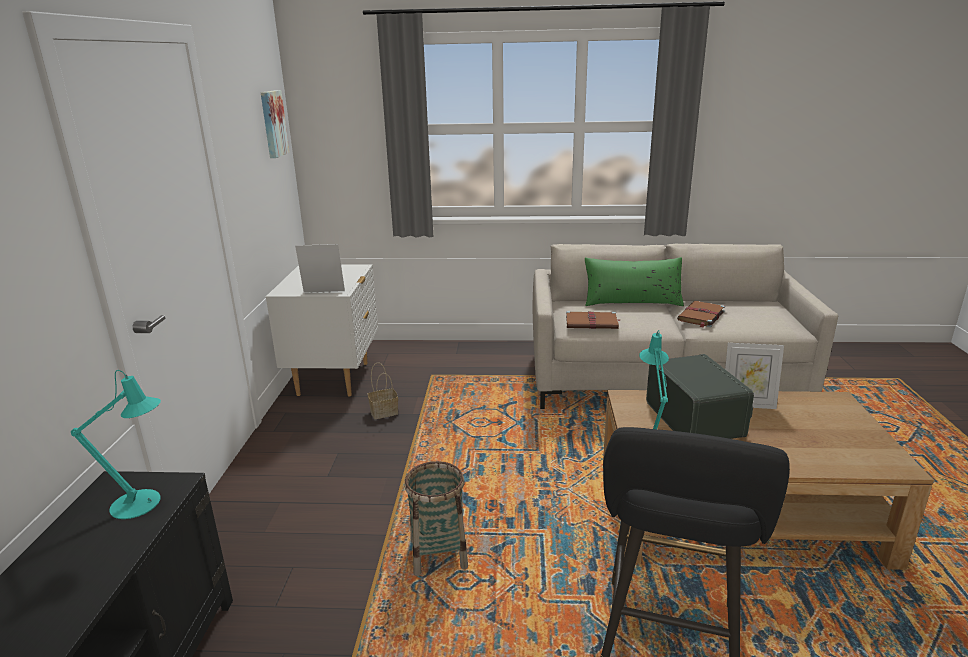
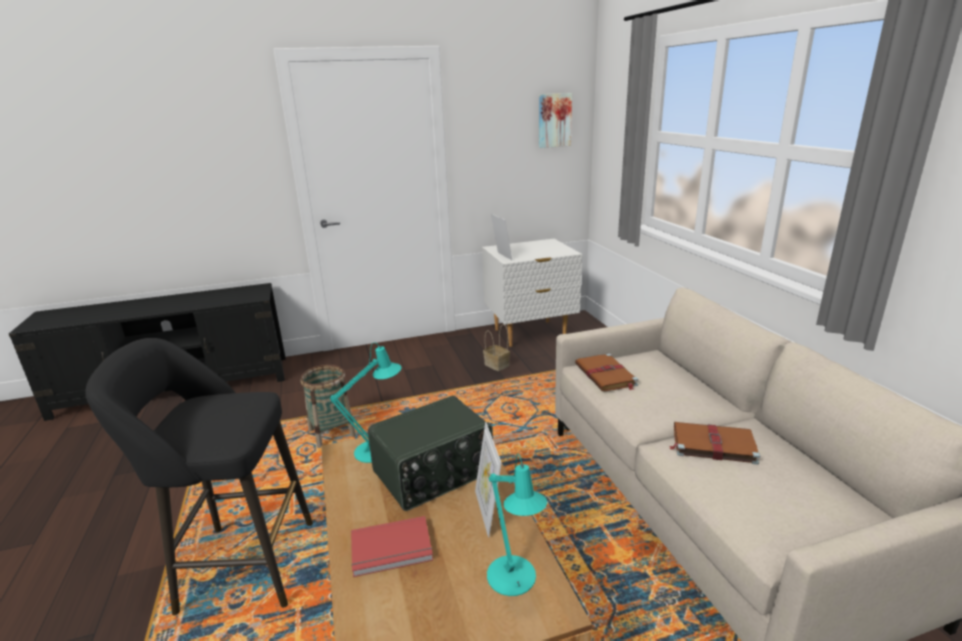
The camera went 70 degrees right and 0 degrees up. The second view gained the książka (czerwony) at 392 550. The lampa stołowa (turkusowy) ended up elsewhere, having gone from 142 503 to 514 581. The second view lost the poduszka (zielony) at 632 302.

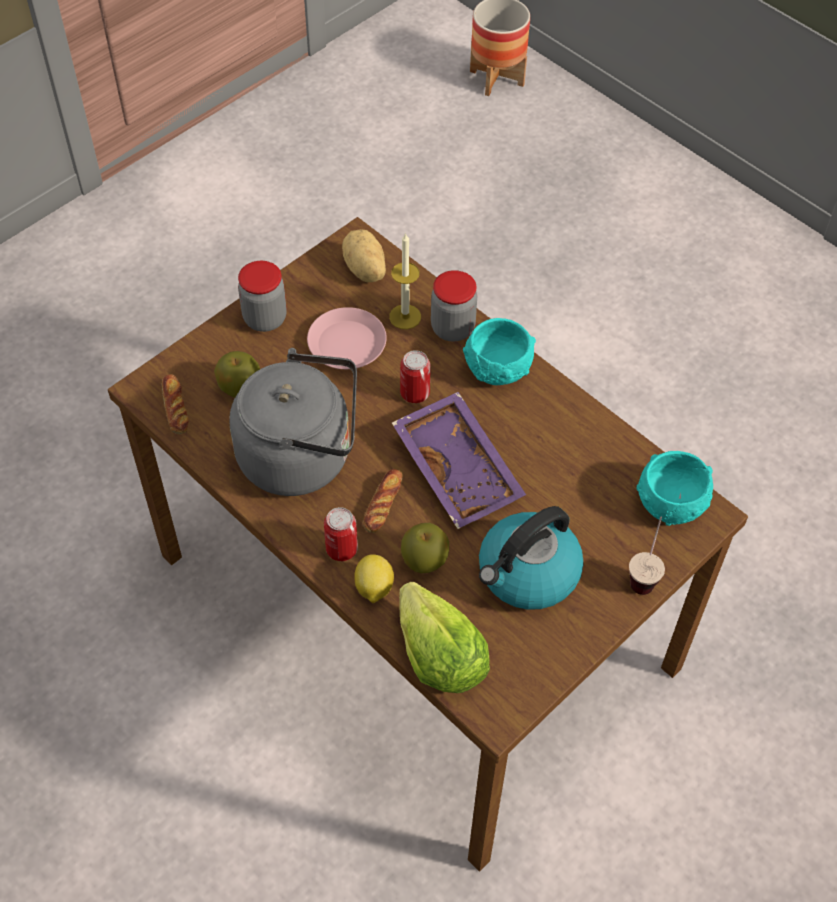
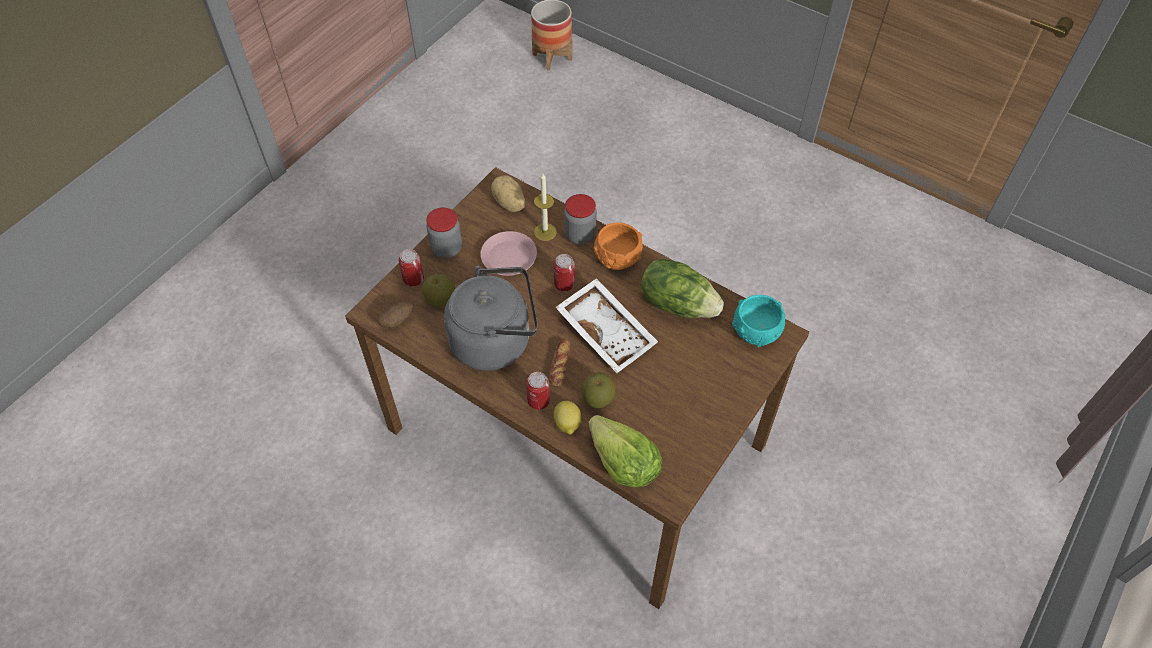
The camera went 10 degrees left and 0 degrees up. Where the chleb stood at 175 407, the ziemniak came to stand at 397 321. The second view gained the puszka at 413 279. What was the taca (fioletowy) at 459 468 turned into the taca (biały) at 607 331. What was the miska (turkusowy) at 498 368 turned into the miska (pomarańczowy) at 617 258. The second view gained the sałata at 677 303. The second view lost the czajnik at 527 574. The second view lost the filiżanka at 645 572.

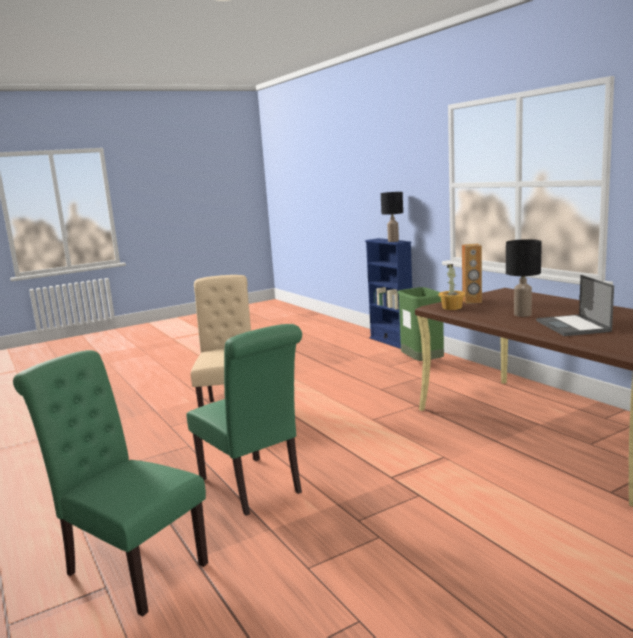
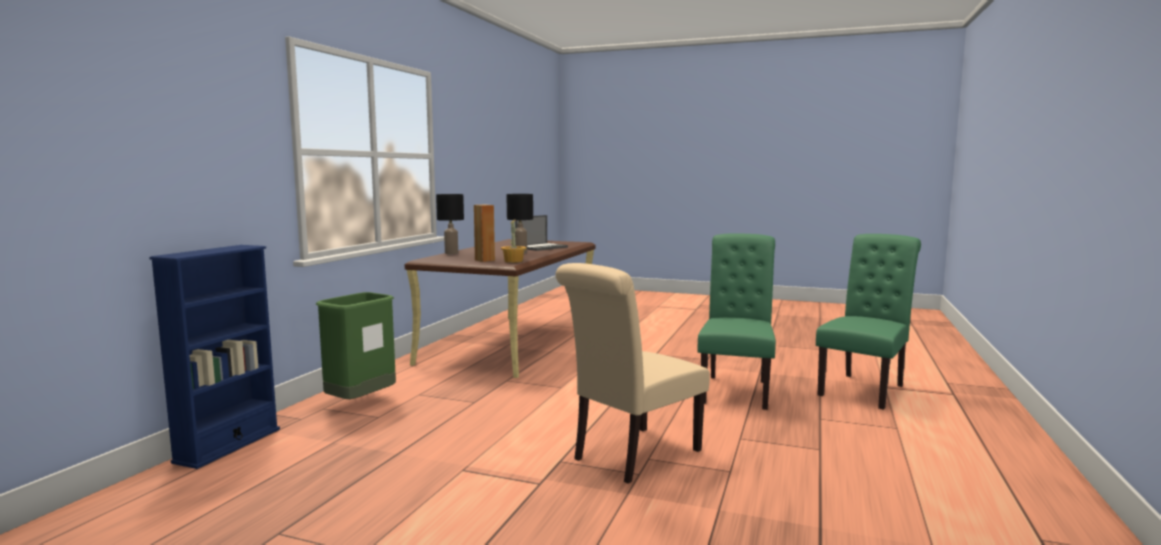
The camera went 130 degrees left and 5 degrees down. The lampa stołowa (czarny) ended up elsewhere, having gone from 393 241 to 451 253. The krzesło (zielony) at 129 567 ended up facing another way, 135 degrees counterclockwise from before.

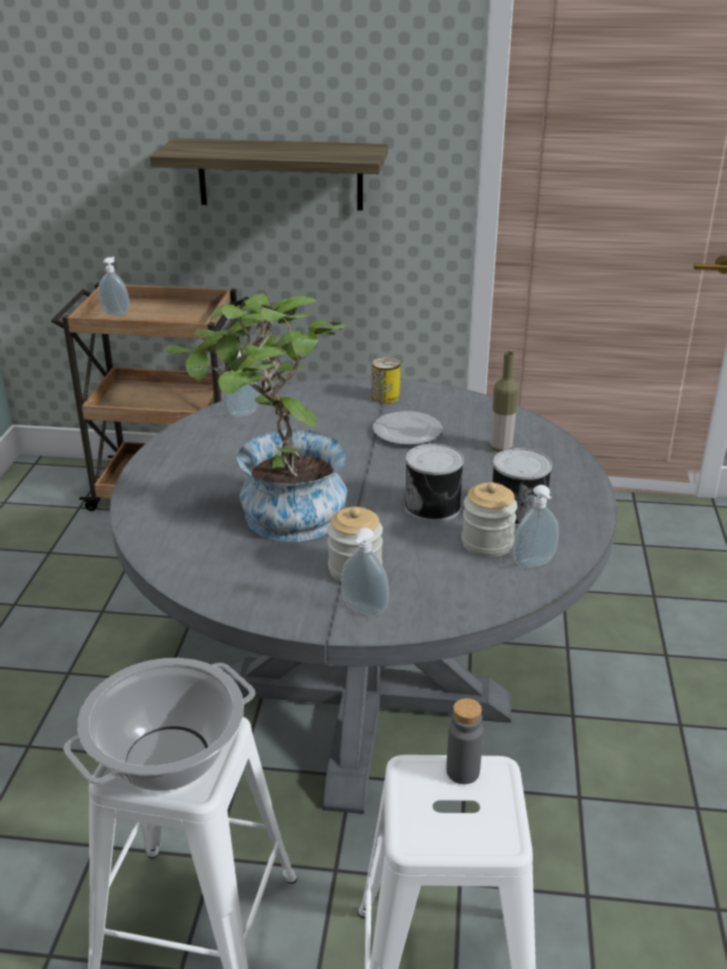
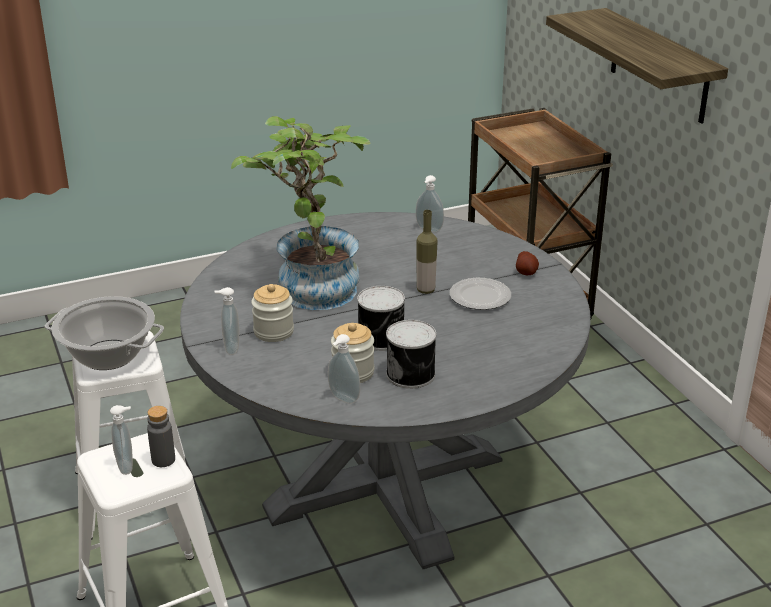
The camera went 60 degrees right and 0 degrees up. The dozownik mydła ended up elsewhere, having gone from 116 313 to 127 466. The butelka ended up elsewhere, having gone from 501 448 to 425 290. Where the puszka stood at 385 397, the ziemniak came to stand at 526 272.

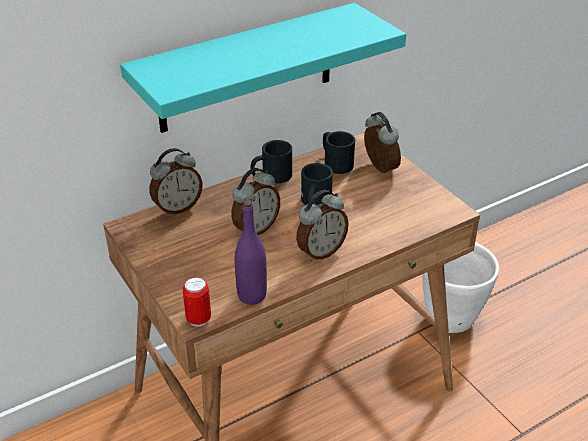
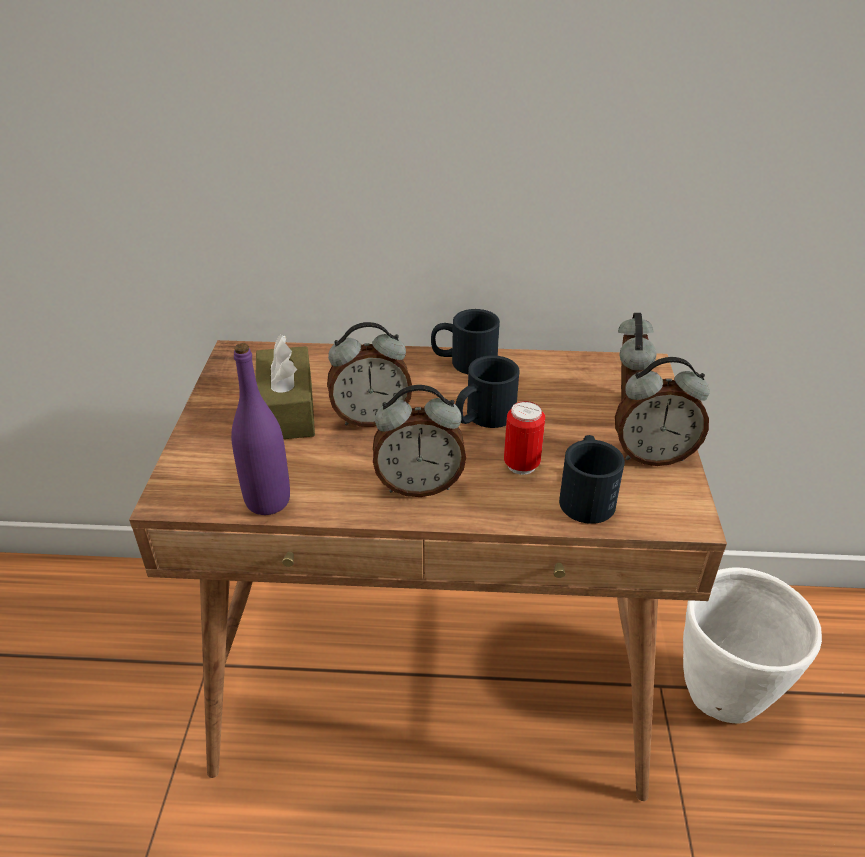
The camera went 35 degrees right and 0 degrees up. The second view gained the pudełko chusteczek (brązowy) at 287 409. The puszka ended up elsewhere, having gone from 198 319 to 521 465. The kubek (czarny) ended up elsewhere, having gone from 335 162 to 586 495. The budzik ended up elsewhere, having gone from 177 207 to 652 455. The second view lost the półka (turkusowy) at 246 69.

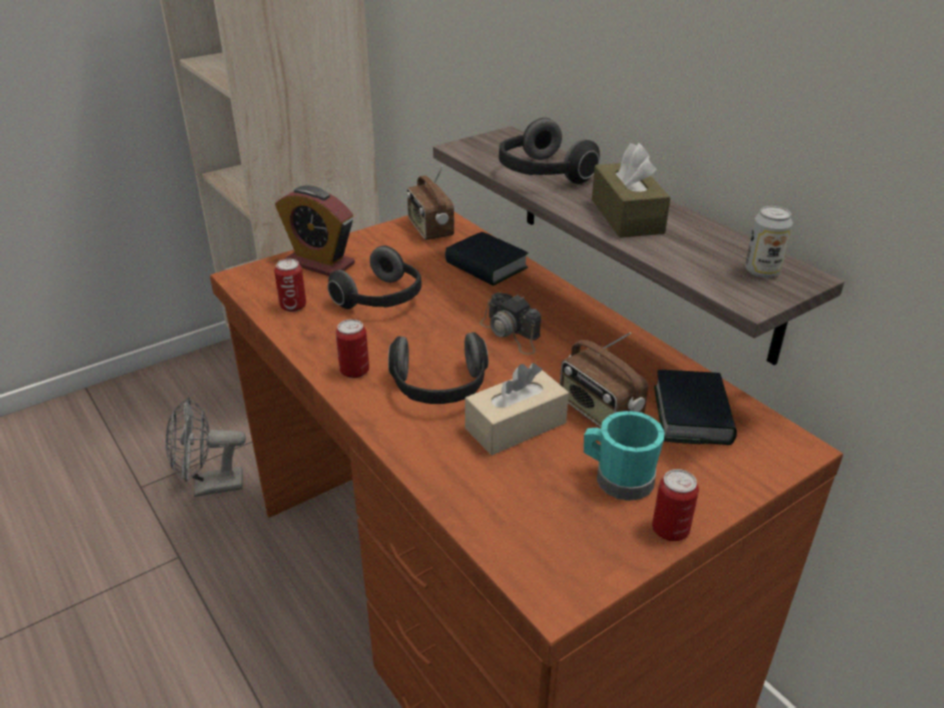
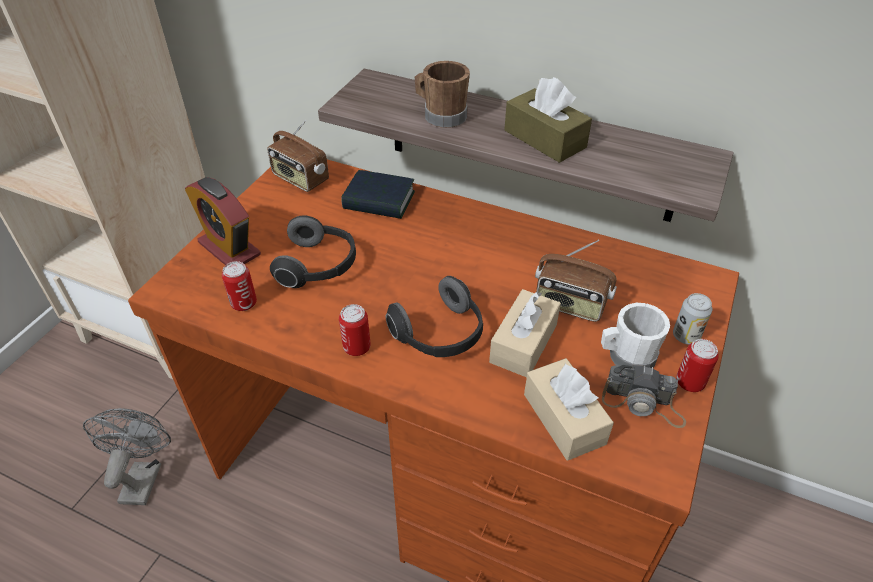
The camera went 30 degrees left and 10 degrees up. The wentylator (szary) at 210 486 ended up facing another way, 135 degrees clockwise from before. The budzik at 320 263 ended up facing another way, 45 degrees clockwise from before. Where the słuchawki stood at 541 174, the kubek (brązowy) came to stand at 441 115. The second view gained the pudełko chusteczek (beżowy) at 564 418. What was the kubek (turkusowy) at 618 479 turned into the kubek (biały) at 626 357. The aparat fotograficzny ended up elsewhere, having gone from 511 333 to 643 404. The puszka ended up elsewhere, having gone from 762 271 to 686 336. The second view lost the książka at 692 415.

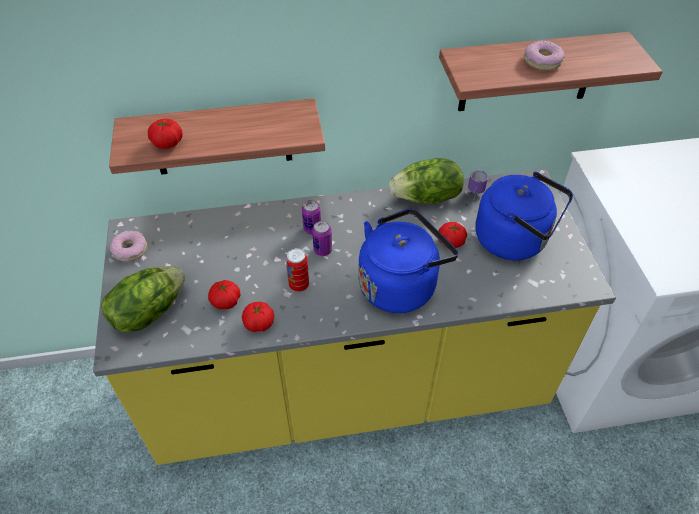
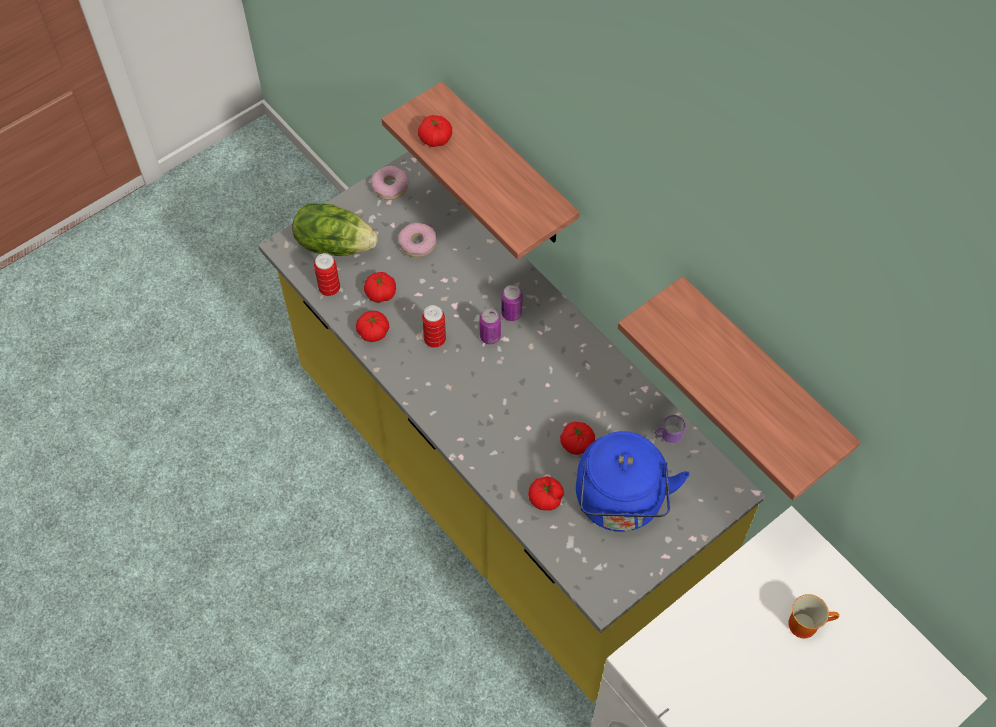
The camera went 60 degrees right and 10 degrees up. The second view gained the puszka at 329 289. The donut ended up elsewhere, having gone from 542 61 to 417 243. The second view gained the pomidor at 545 499. The second view gained the kubek at 806 622. The second view lost the czajnik (niebieski) at 400 284. The second view lost the sałata at 427 198.

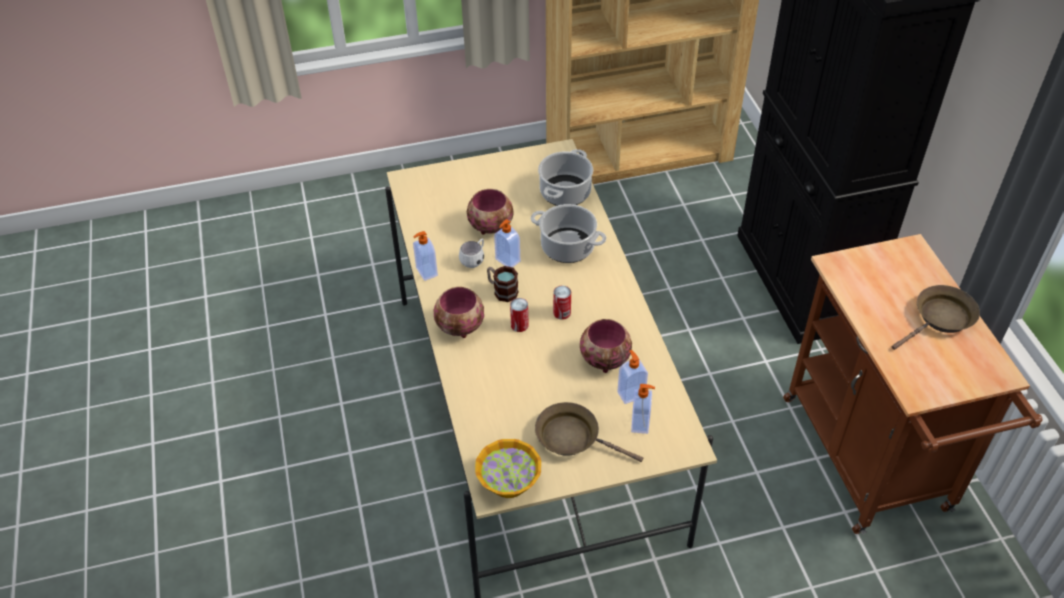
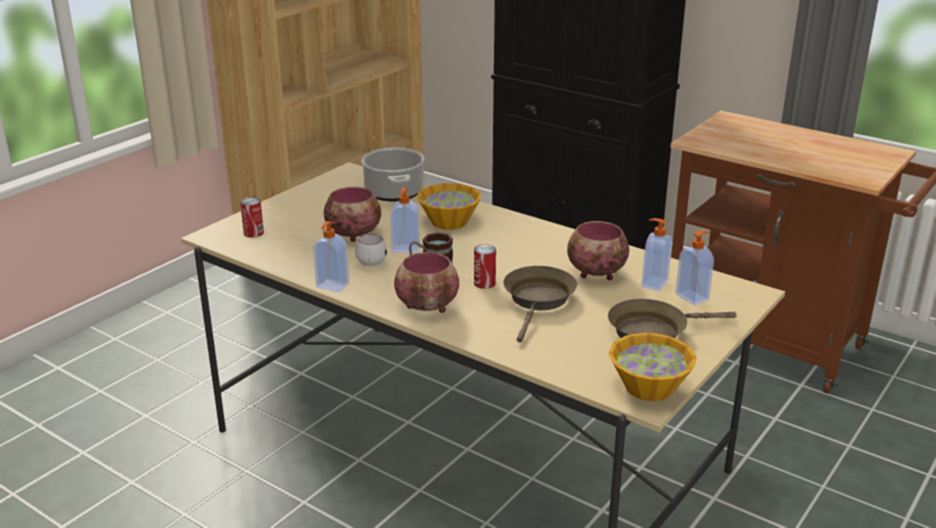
The camera went 40 degrees left and 20 degrees down. The puszka ended up elsewhere, having gone from 562 312 to 253 233. Where the garnek stood at 566 247, the miska came to stand at 449 222. The patelnia (brązowy) ended up elsewhere, having gone from 940 319 to 538 300.

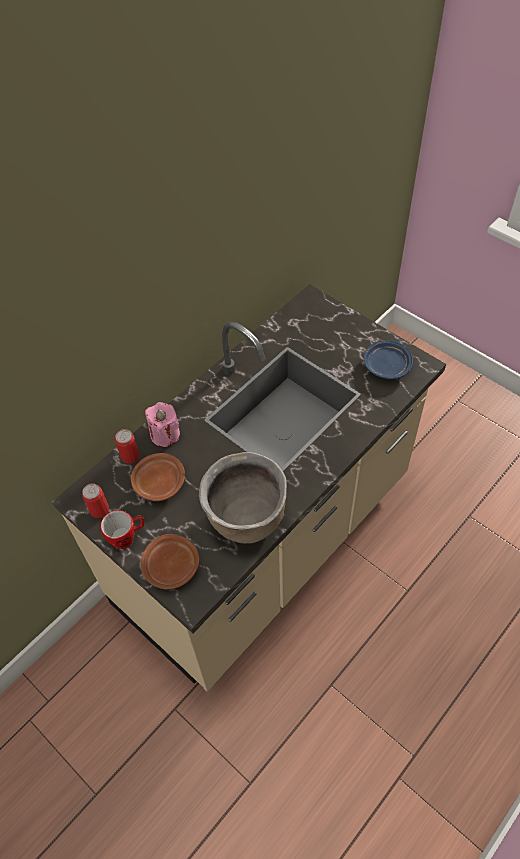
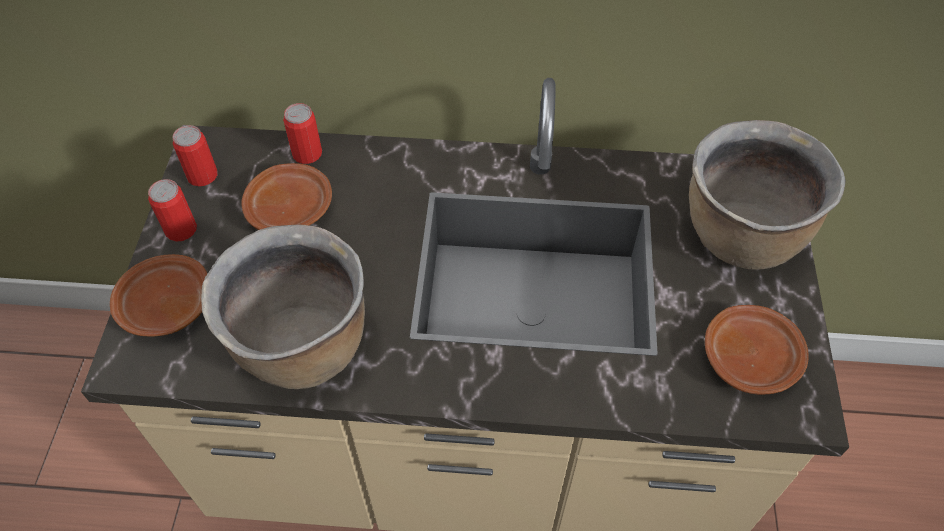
The camera went 50 degrees right and 0 degrees up. Where the kubek stood at 127 537, the puszka came to stand at 181 229. The second view gained the garnek (brązowy) at 740 236. What was the talerz (niebieski) at 386 365 turned into the talerz (brązowy) at 750 357. The second view lost the świeca (różowy) at 165 435.

